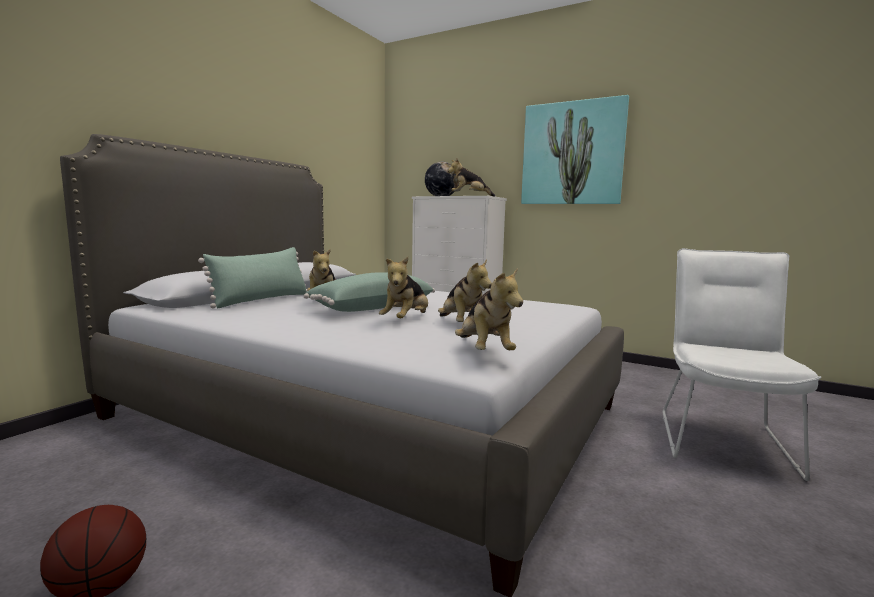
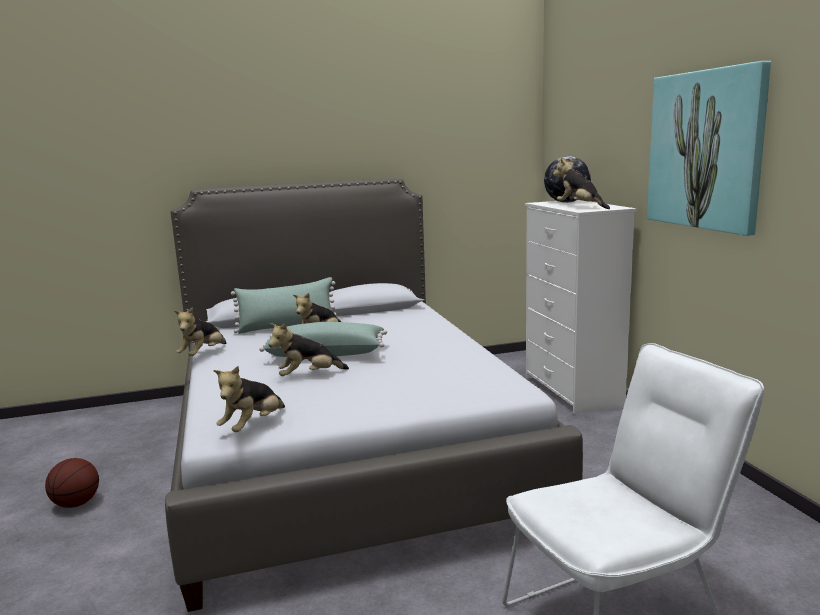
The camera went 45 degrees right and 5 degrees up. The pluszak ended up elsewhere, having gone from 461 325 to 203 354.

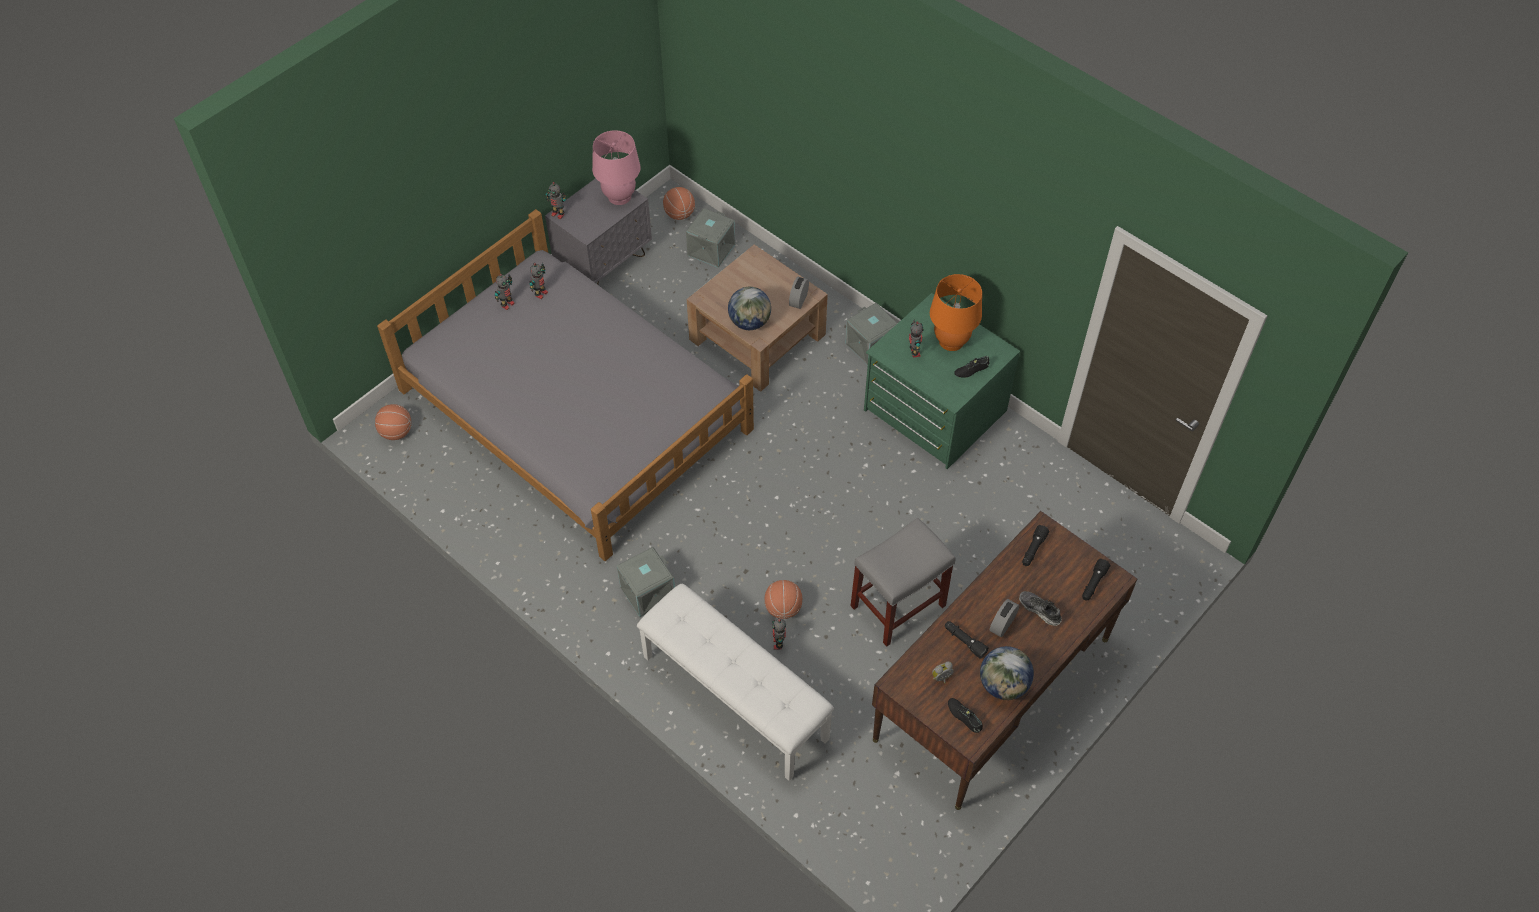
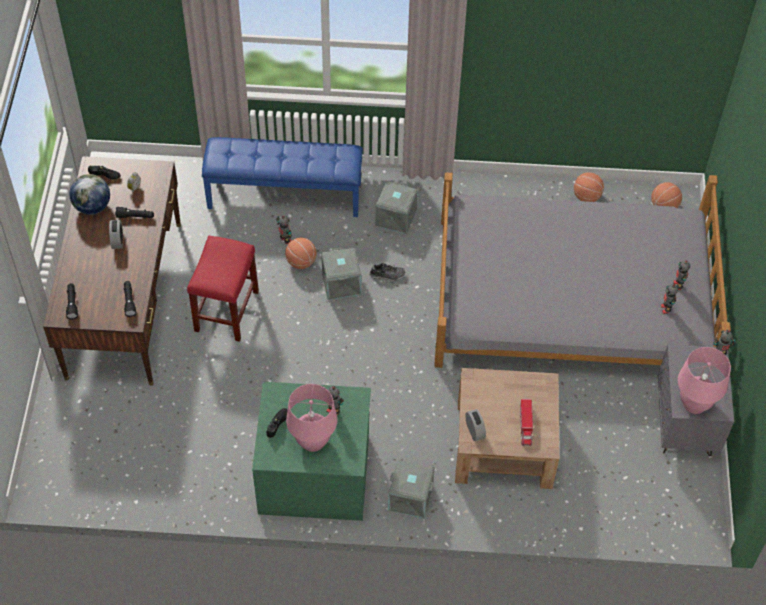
The camera went 140 degrees right and 0 degrees up. What was the stołek (szary) at 899 605 turned into the stołek (czerwony) at 226 312. What was the ławka (biały) at 733 698 turned into the ławka (niebieski) at 285 194. What was the lampa stołowa (pomarańczowy) at 951 341 turned into the lampa stołowa (różowy) at 312 440. The pojemnik do przechowywania (szary) ended up elsewhere, having gone from 710 249 to 342 283. The but ended up elsewhere, having gone from 1039 610 to 387 275. The second view gained the ciężarówka zabawkowa at 525 425. The piłka do koszykówki ended up elsewhere, having gone from 679 214 to 587 196. The second view lost the globus at 750 322.

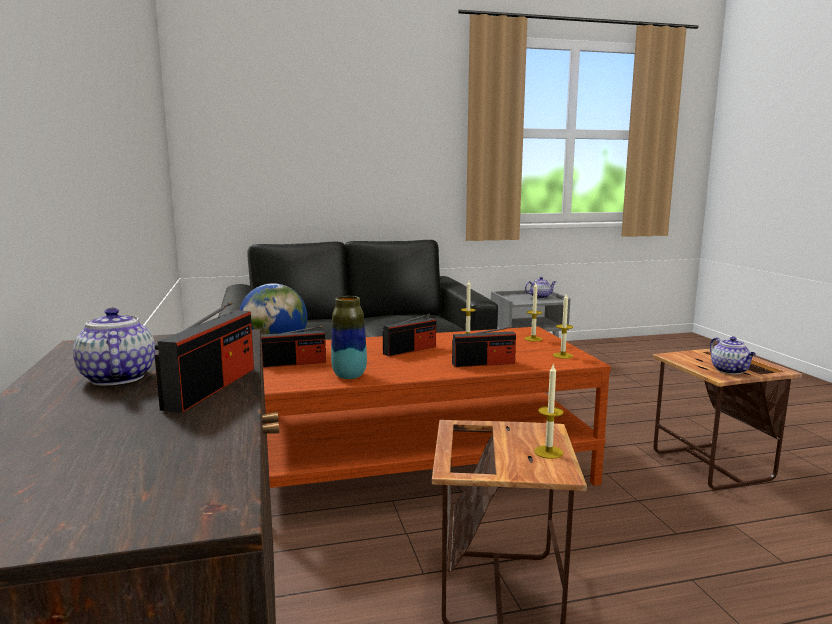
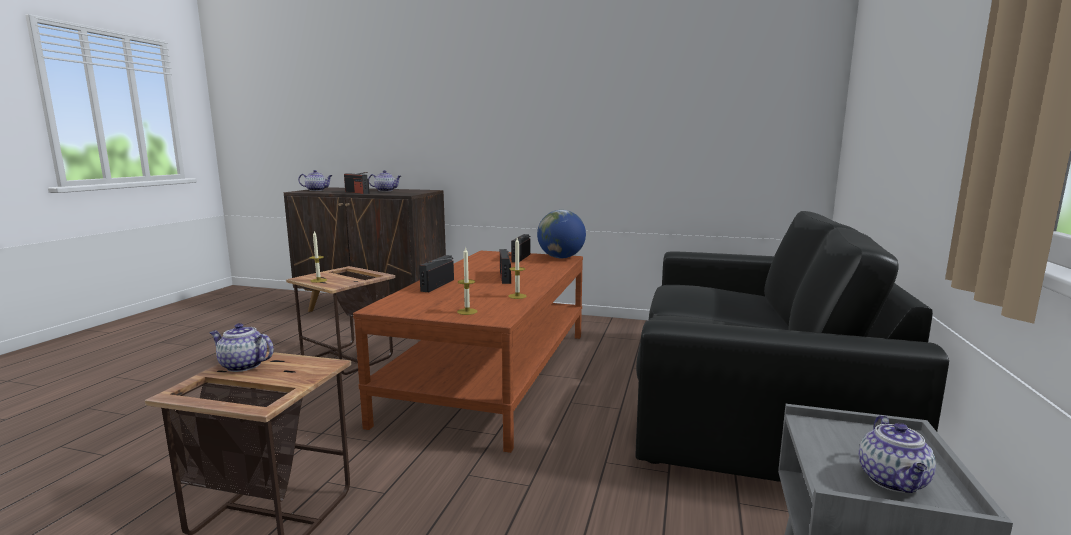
The camera went 120 degrees right and 0 degrees up. The second view gained the imbryk at 317 190. The second view lost the wazon at 349 376. The second view lost the świeca at 562 355.

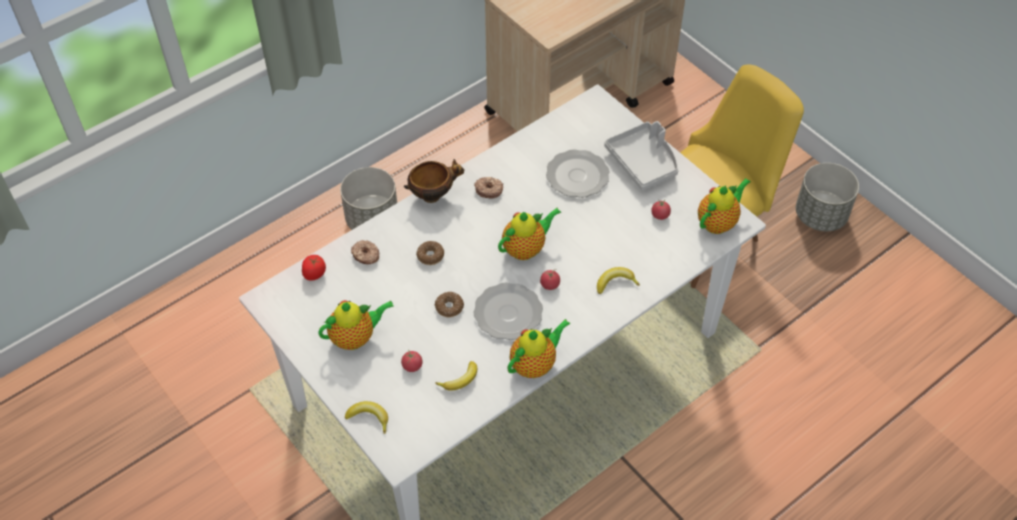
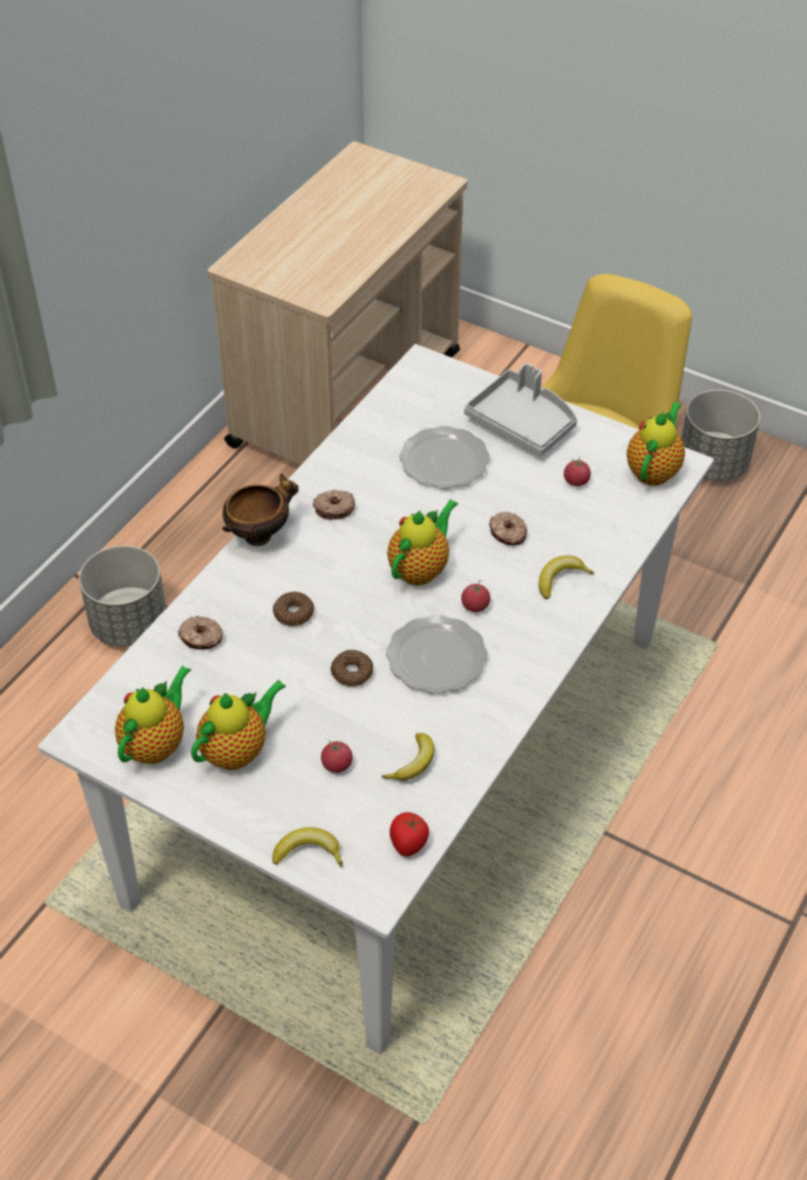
The camera went 20 degrees left and 5 degrees down. The imbryk ended up elsewhere, having gone from 535 364 to 156 743. The pomidor ended up elsewhere, having gone from 314 274 to 408 843. The second view gained the donut at 507 534.

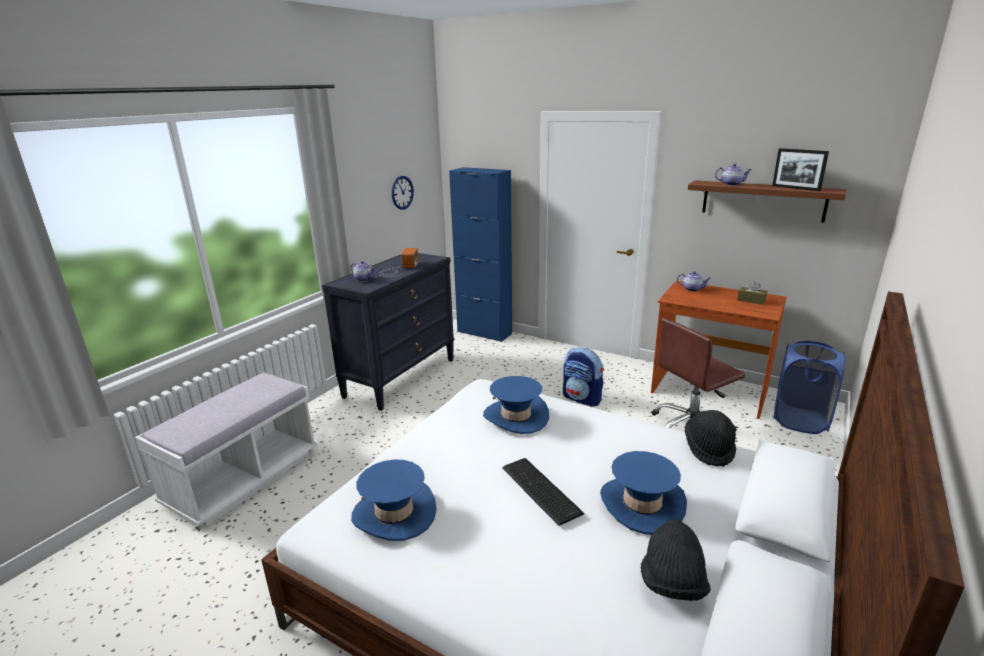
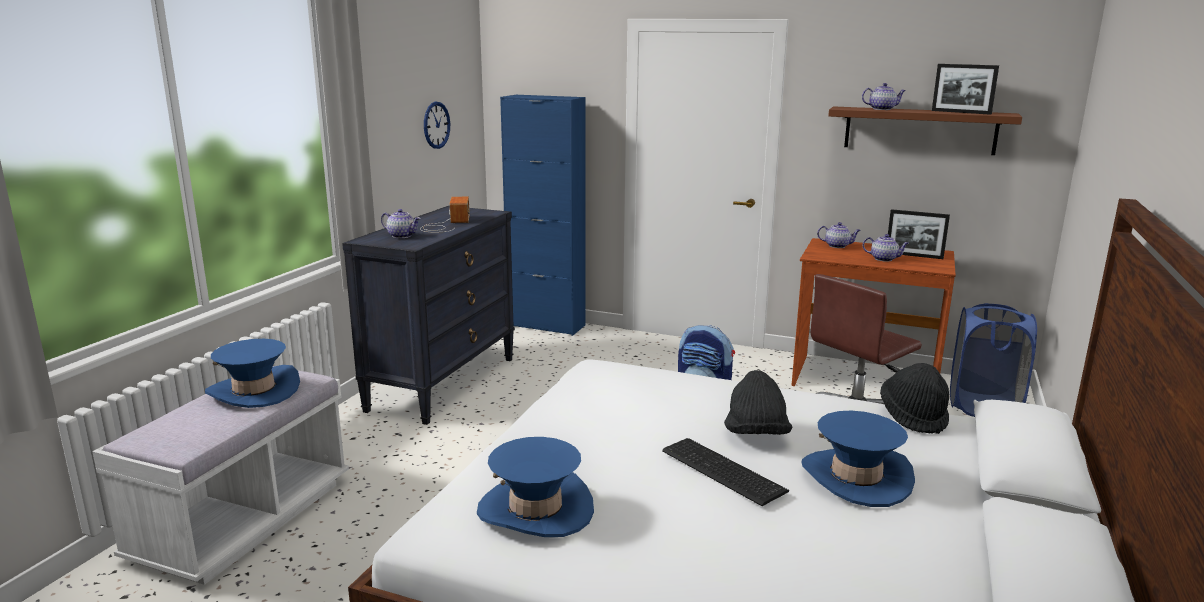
The camera went 10 degrees left and 5 degrees down. The kapelusz (niebieski) ended up elsewhere, having gone from 516 416 to 254 391. The kapelusz (czarny) ended up elsewhere, having gone from 672 583 to 756 435. The second view gained the imbryk at 884 259. Where the pudełko chusteczek (brązowy) stood at 751 300, the ramka na zdjęcie came to stand at 914 255.

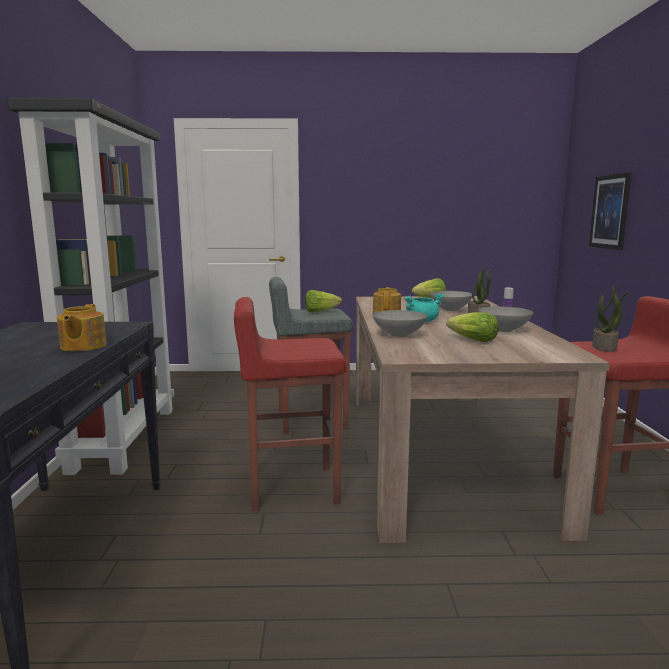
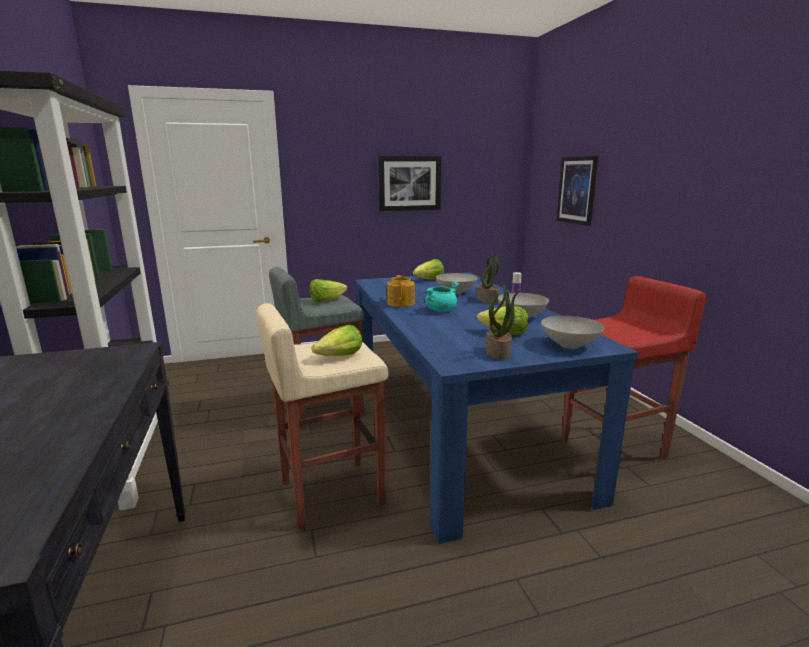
The camera went 15 degrees left and 5 degrees up. What was the stołek (czerwony) at 291 487 turned into the stołek (beżowy) at 330 492. The second view gained the sałata at 340 357. What was the stół jadalny (beżowy) at 439 451 turned into the stół jadalny (niebieski) at 456 428. The second view gained the obraz at 409 183. The roślina doniczkowa ended up elsewhere, having gone from 605 347 to 498 353. The miska (szary) ended up elsewhere, having gone from 400 335 to 571 345. The second view lost the imbryk at 82 346.

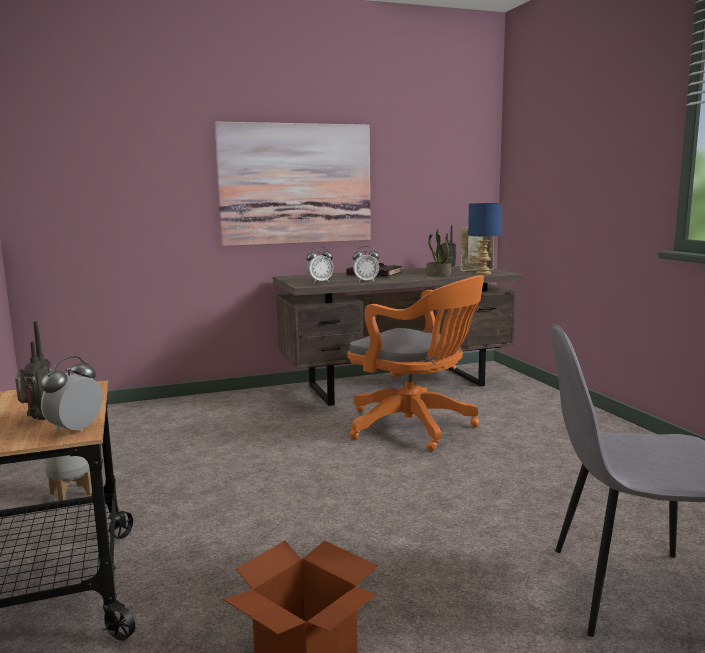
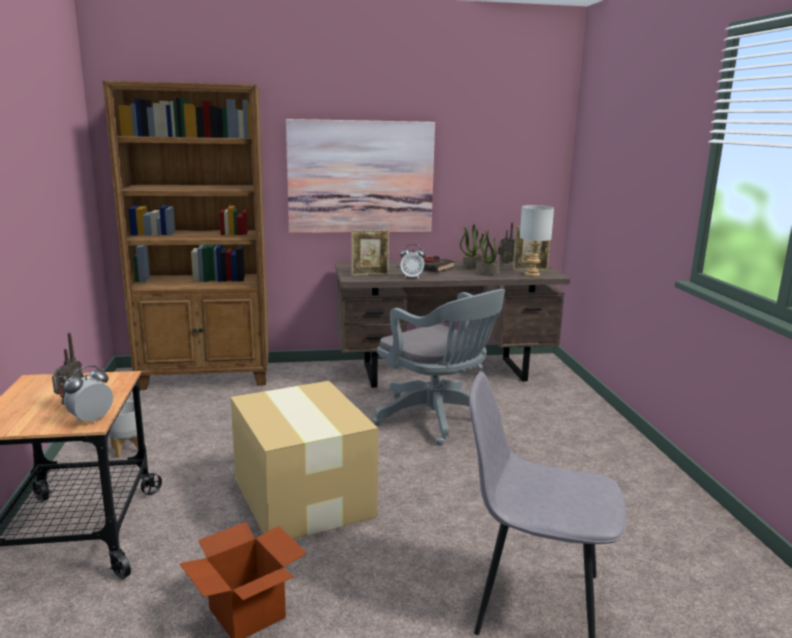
The camera went 10 degrees right and 5 degrees up. The second view gained the regał (brązowy) at 207 377. The second view gained the karton at 303 495. Where the budzik stood at 320 282, the ramka na zdjęcie came to stand at 370 274. What was the krzesło biurowe (pomarańczowy) at 416 427 turned into the krzesło biurowe (szary) at 438 419. The second view gained the roślina doniczkowa at 471 266. What was the lampa stołowa (niebieski) at 483 273 turned into the lampa stołowa (szary) at 532 275.

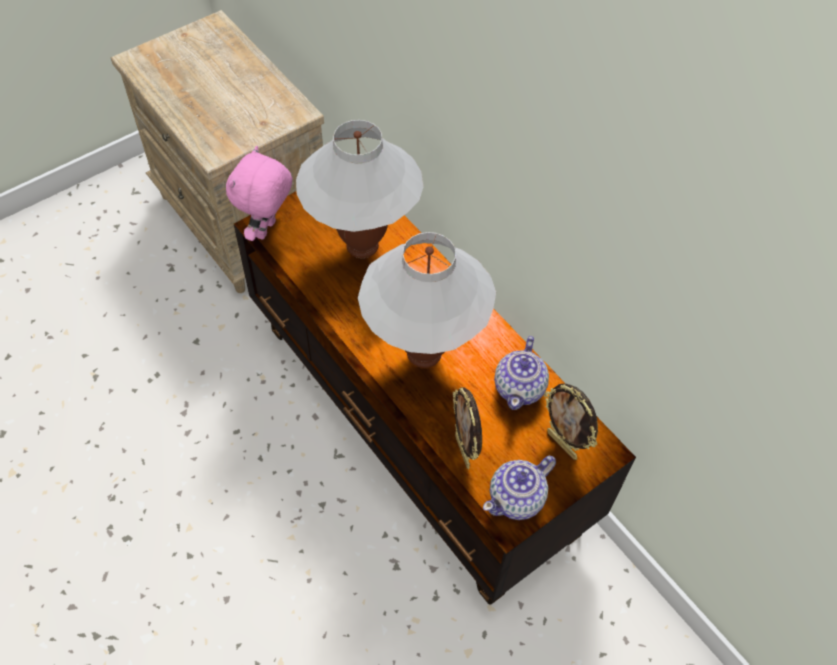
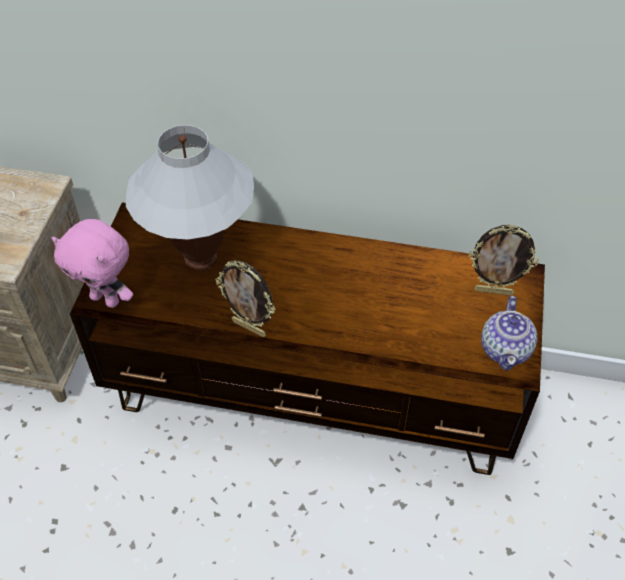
The camera went 40 degrees left and 5 degrees down. The pluszak (różowy) at 267 230 ended up facing another way, 45 degrees counterclockwise from before. The ramka na zdjęcie ended up elsewhere, having gone from 463 451 to 249 327. The second view lost the lampa stołowa (biały) at 424 354. The second view lost the imbryk at 520 387.

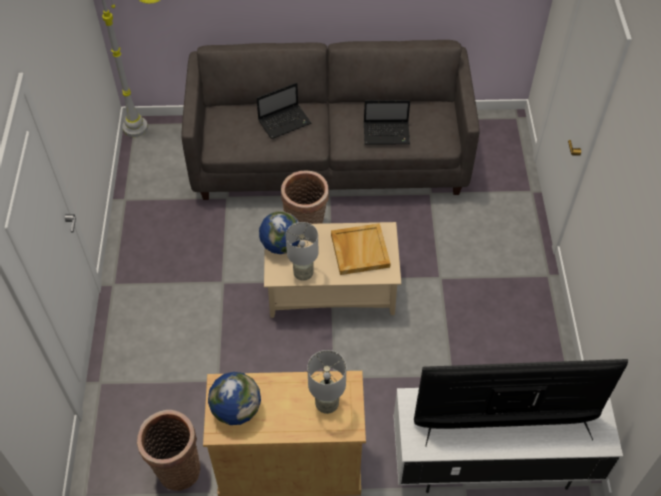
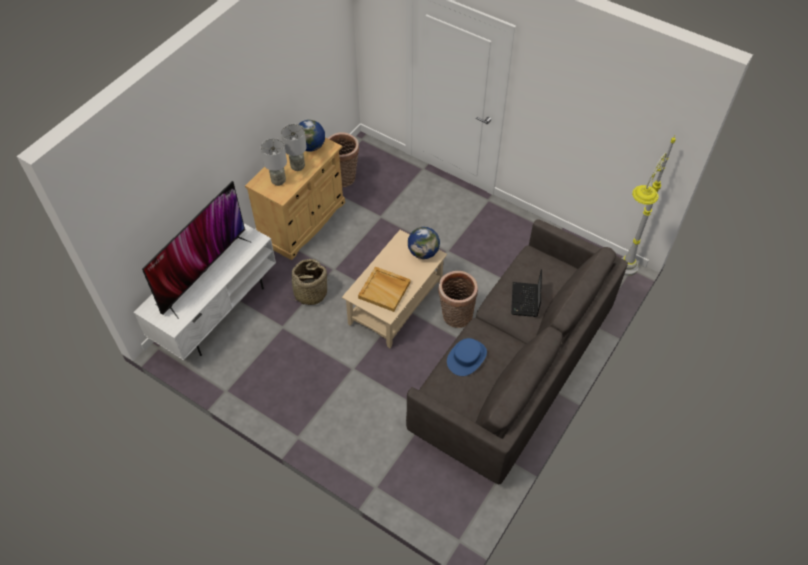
The camera went 125 degrees right and 0 degrees up. The lampa stołowa (szary) ended up elsewhere, having gone from 303 274 to 297 166. The second view gained the koszyk at 310 293. Where the laptop stood at 387 133, the kapelusz (niebieski) came to stand at 466 357.

